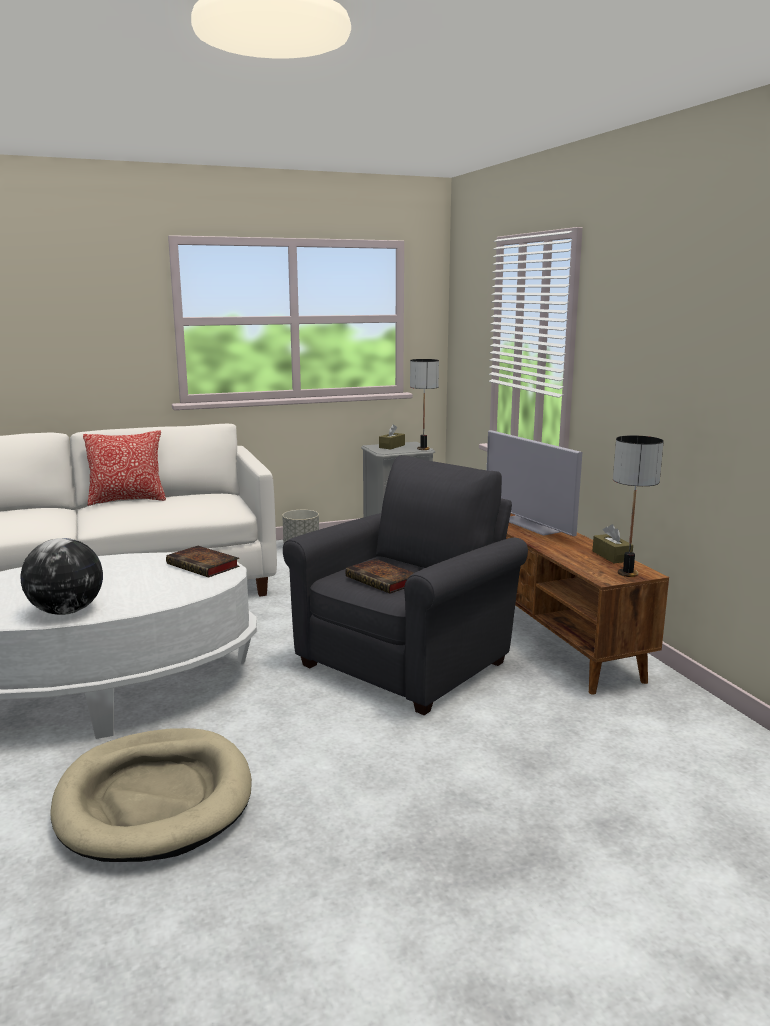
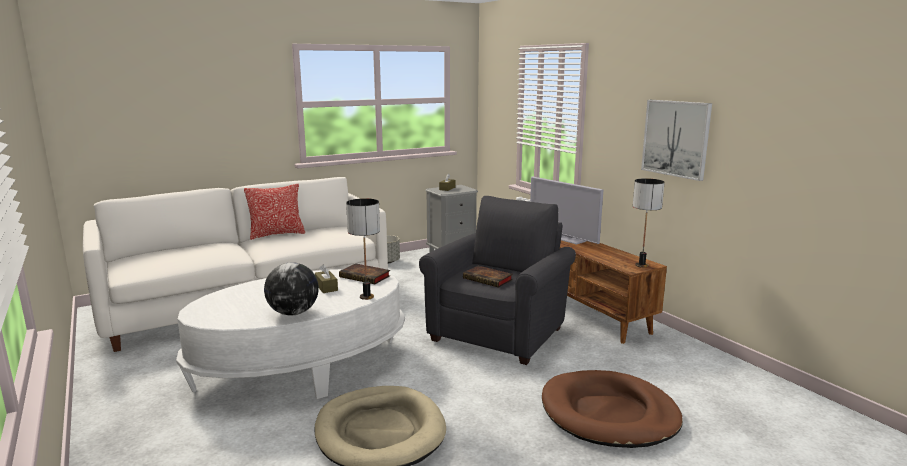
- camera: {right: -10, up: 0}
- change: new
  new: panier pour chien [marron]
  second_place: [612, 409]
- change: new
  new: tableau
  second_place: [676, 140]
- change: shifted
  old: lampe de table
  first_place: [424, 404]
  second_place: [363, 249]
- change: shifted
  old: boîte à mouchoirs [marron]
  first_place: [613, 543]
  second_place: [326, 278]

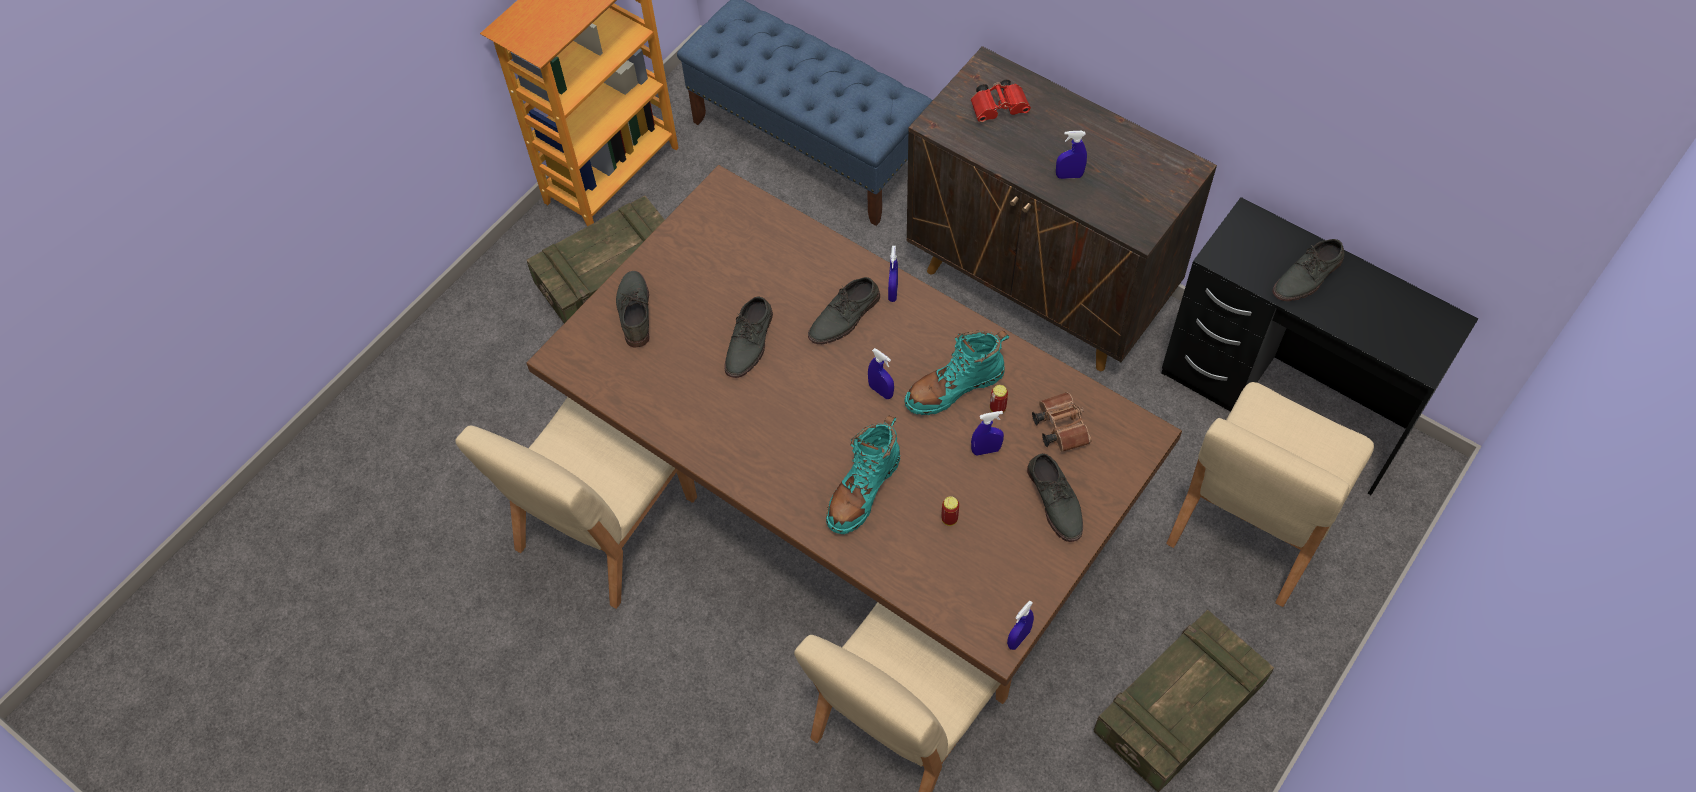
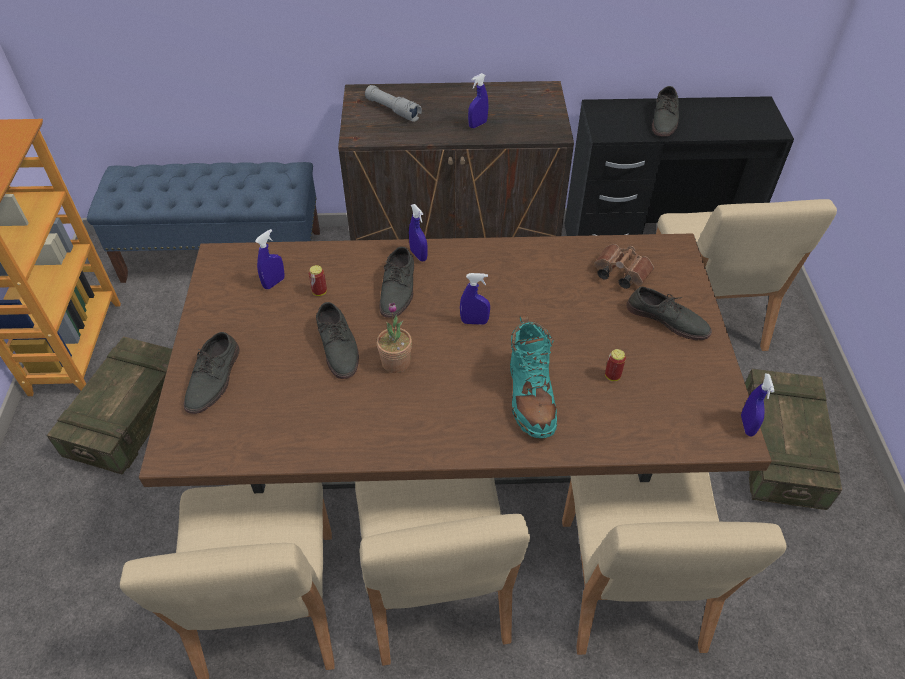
- camera: {right: -40, up: -10}
- change: gone
  old: botte [turquoise]
  first_place: [957, 373]
- change: new
  new: chaise [beige]
  second_place: [442, 572]
- change: new
  new: plante en pot
  second_place: [394, 337]
- change: shifted
  old: vaporisateur [bleu]
  first_place: [987, 433]
  second_place: [270, 259]
- change: shifted
  old: boîte métallique
  first_place: [999, 399]
  second_place: [318, 280]
- change: swapped
  old: jumelles [rouge]
  new: lampe de poche [gris]
  first_place: [1001, 100]
  second_place: [393, 103]
- change: rotated
  old: chaussure [gris]
  first_place: [633, 309]
  second_place: [212, 373]
  degrees: -120

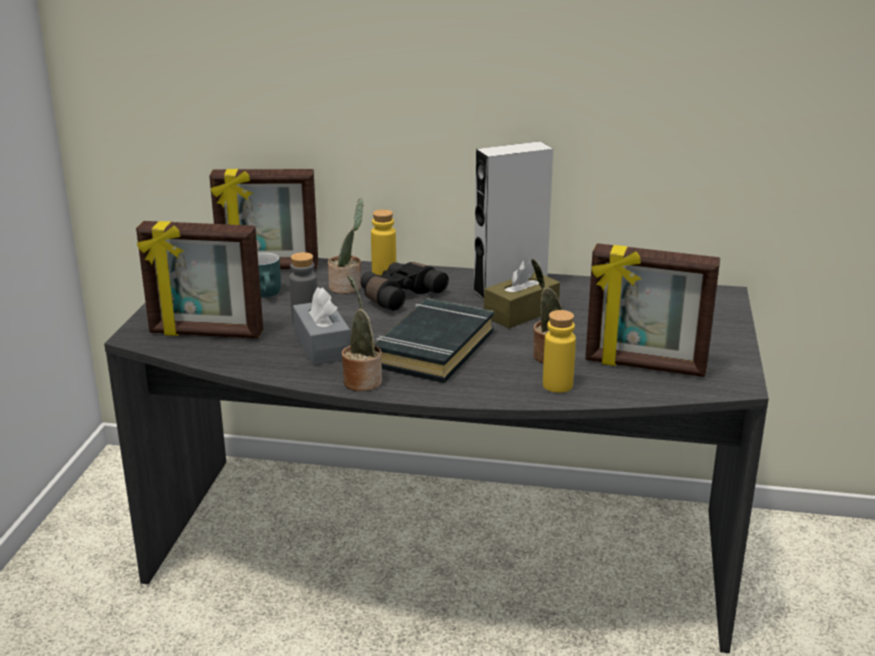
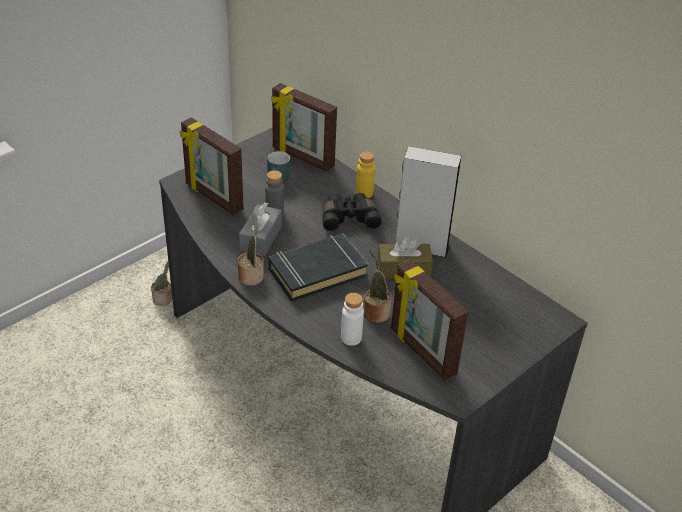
- camera: {right: 35, up: 15}
- change: shifted
  old: plante en pot
  first_place: [345, 246]
  second_place: [161, 284]
- change: repainted
  old: bouteille [jaune]
  new: bouteille [blanc]
  first_place: [559, 351]
  second_place: [352, 319]

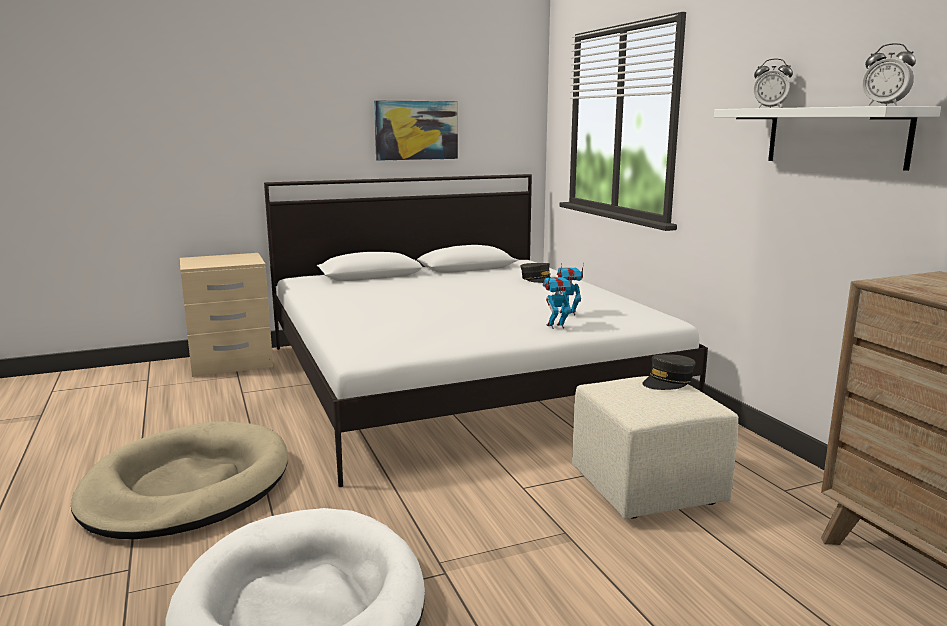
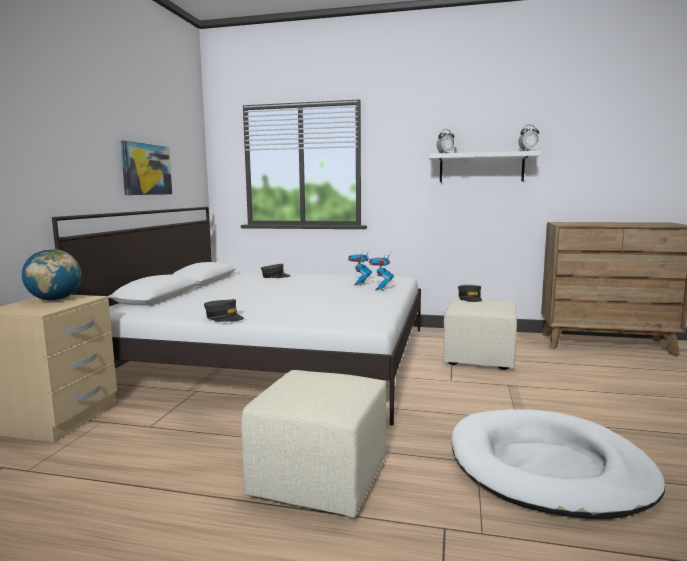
- camera: {right: -55, up: -5}
- change: new
  new: globe
  second_place: [52, 275]
- change: new
  new: casquette [gris]
  second_place: [224, 310]
- change: swapped
  old: panier pour chien [beige]
  new: pouf [beige]
  first_place: [179, 480]
  second_place: [314, 443]

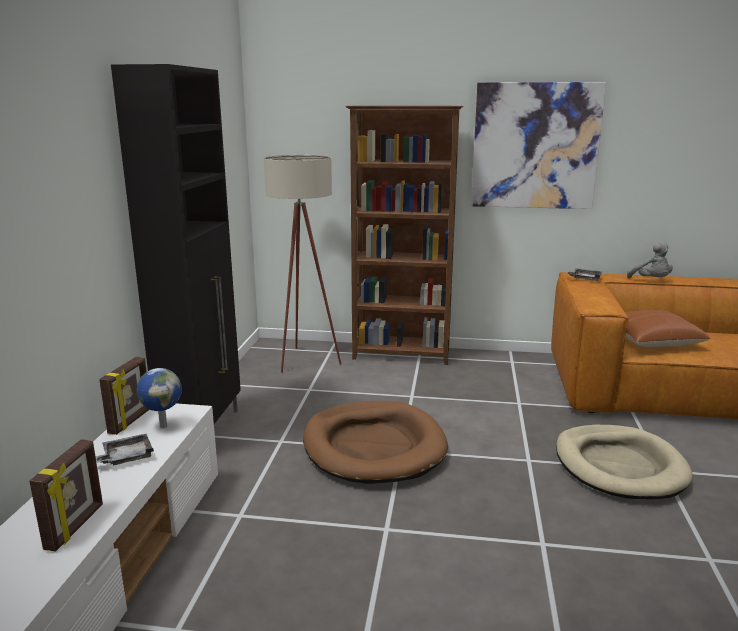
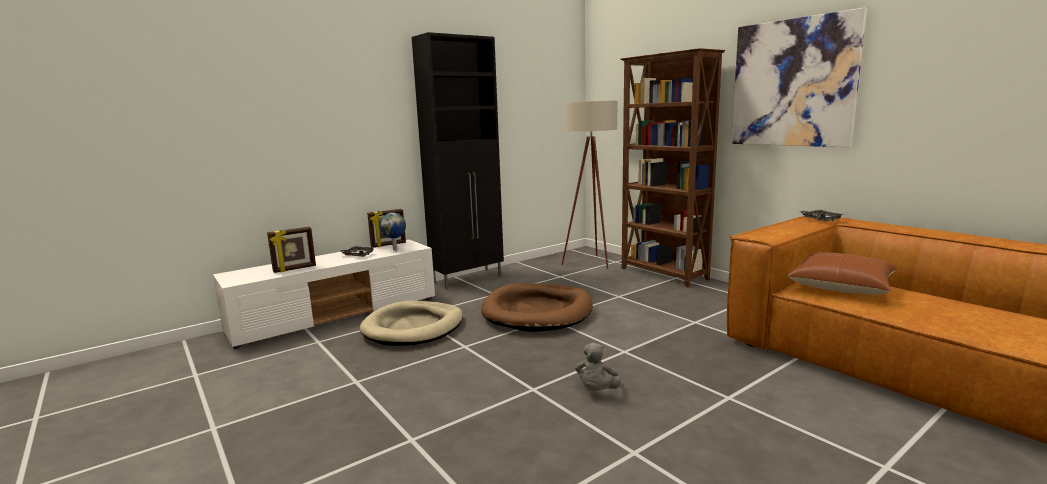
- camera: {right: 45, up: -5}
- change: shifted
  old: panier pour chien [beige]
  first_place: [624, 462]
  second_place: [411, 323]
- change: shifted
  old: peluche [gris]
  first_place: [650, 260]
  second_place: [598, 366]

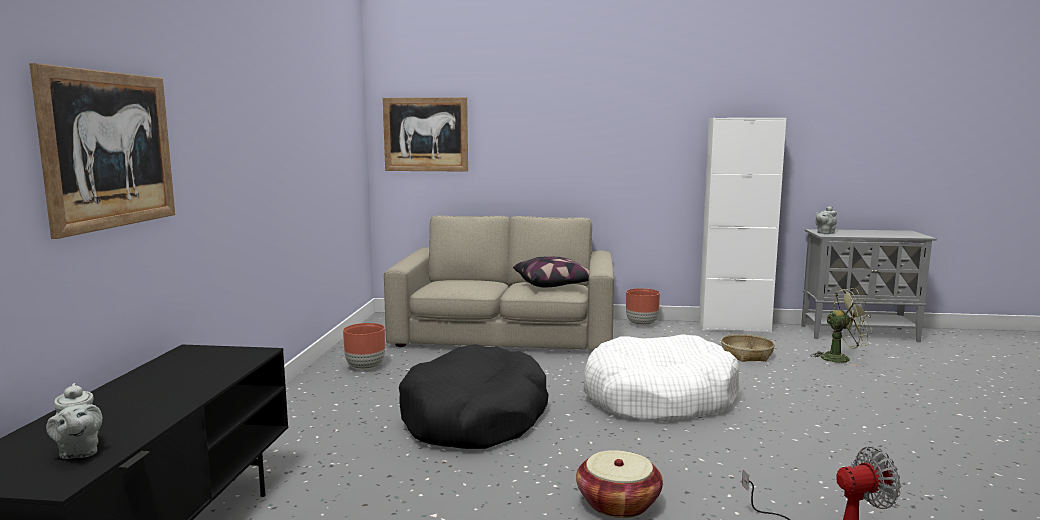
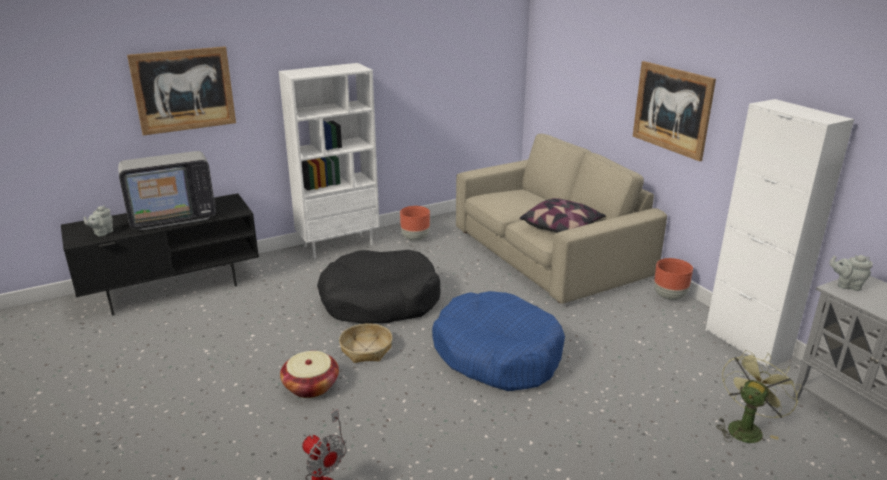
- camera: {right: 55, up: 15}
- change: new
  new: téléviseur
  second_place: [167, 190]
- change: new
  new: bibliothèque [blanc]
  second_place: [329, 160]
- change: shifted
  old: tableau
  first_place: [425, 134]
  second_place: [674, 111]
- change: shifted
  old: panier
  first_place: [748, 348]
  second_place: [365, 343]
- change: repainted
  old: panier pour chien [blanc]
  new: panier pour chien [bleu]
  first_place: [661, 378]
  second_place: [498, 341]
- change: rotated
  old: ventilateur [vert]
  first_place: [841, 327]
  second_place: [758, 396]
  degrees: -105

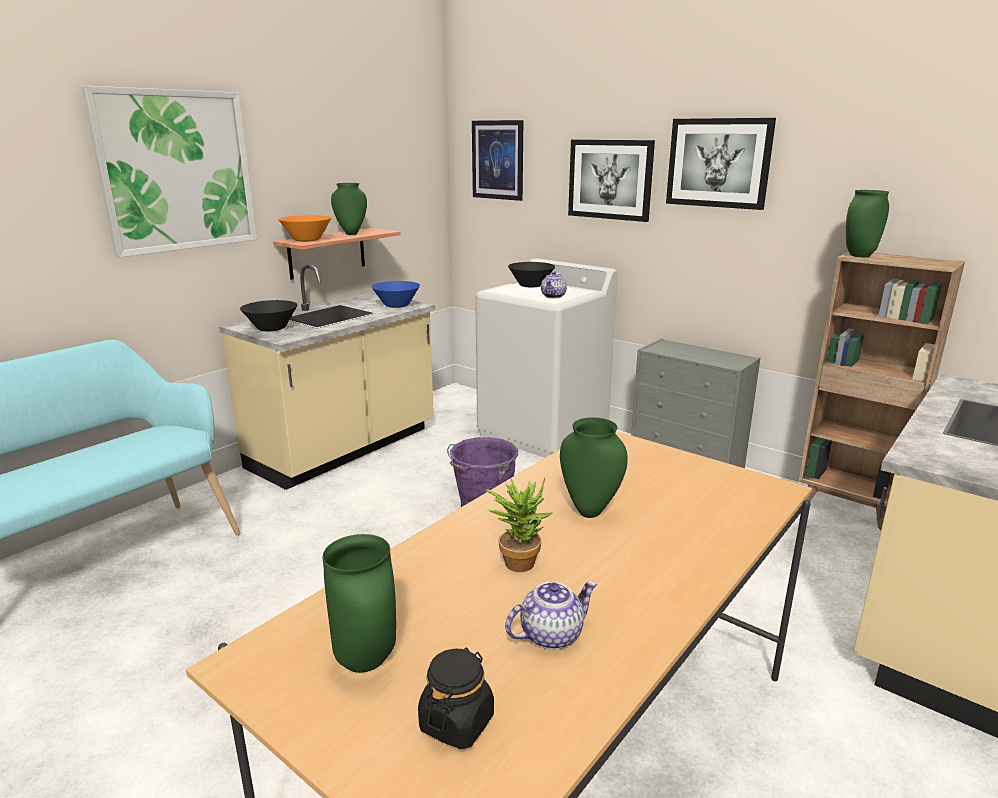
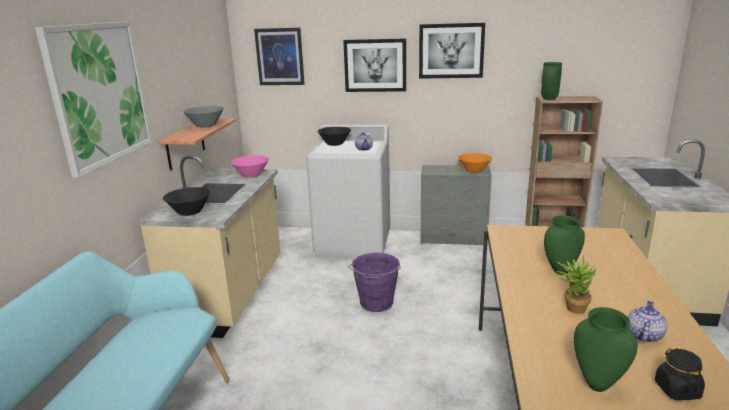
- camera: {right: -30, up: 0}
- change: shifted
  old: bol [orange]
  first_place: [305, 228]
  second_place: [475, 163]
- change: swapped
  old: vase [vert]
  new: bol [gris]
  first_place: [349, 209]
  second_place: [203, 116]
- change: repainted
  old: bol [bleu]
  new: bol [rose]
  first_place: [395, 294]
  second_place: [250, 166]

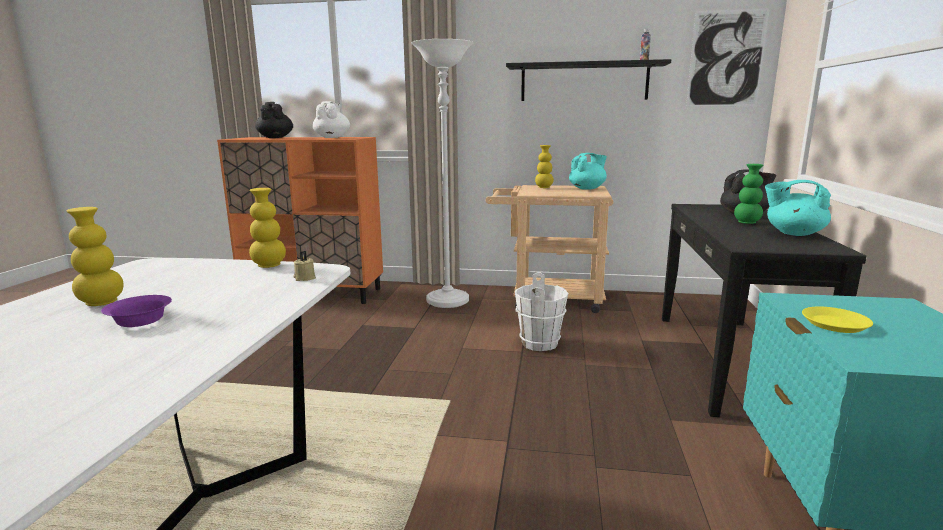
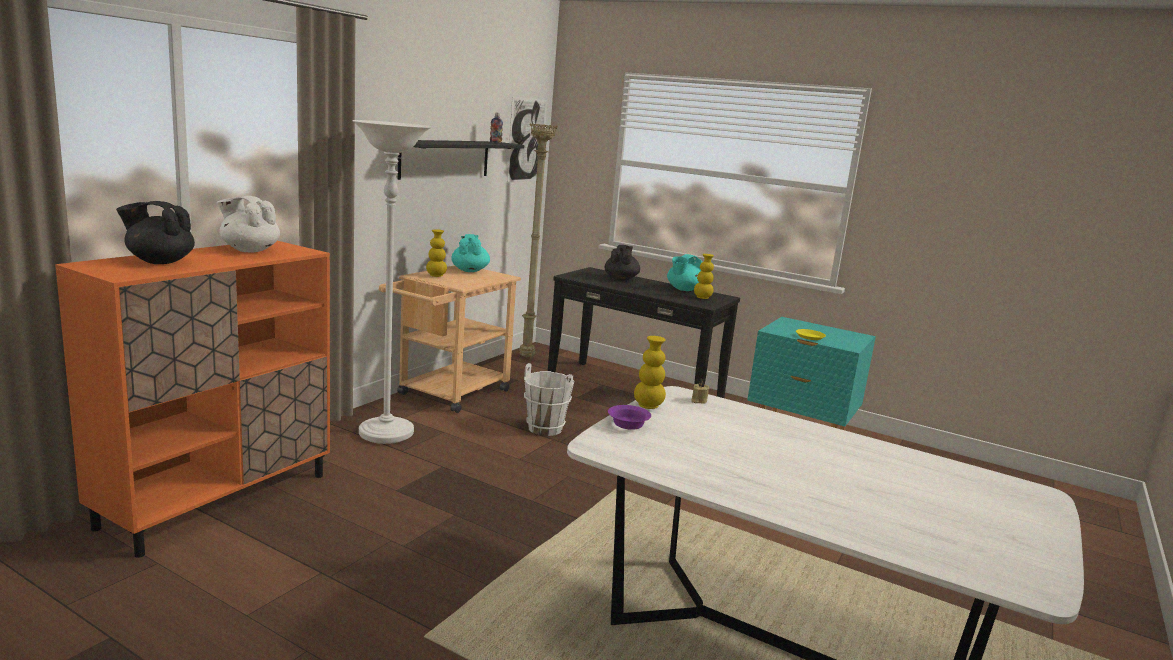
- camera: {right: -70, up: 0}
- change: gone
  old: vase [vert]
  first_place: [748, 194]
- change: new
  new: lampadaire [beige]
  second_place: [538, 240]
- change: shifted
  old: vase [jaune]
  first_place: [95, 256]
  second_place: [704, 276]
- change: shifted
  old: bol [violet]
  first_place: [136, 311]
  second_place: [629, 417]

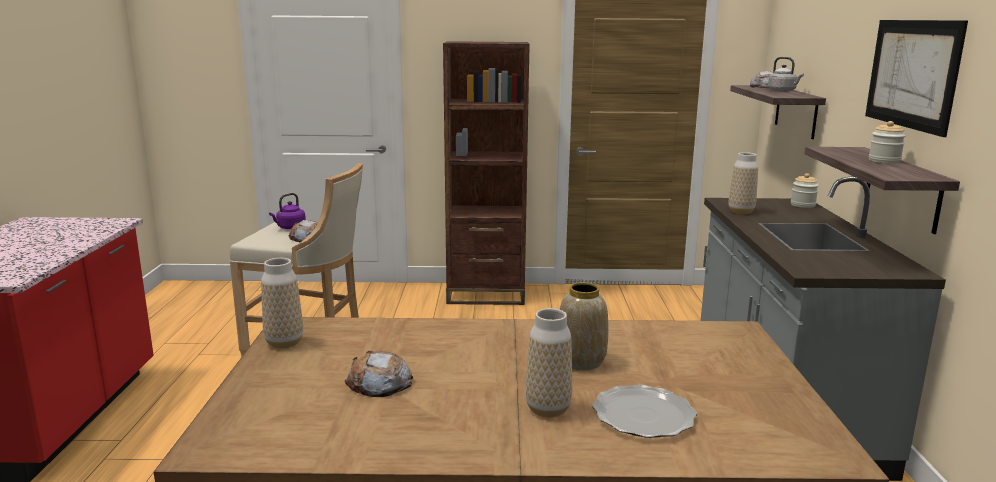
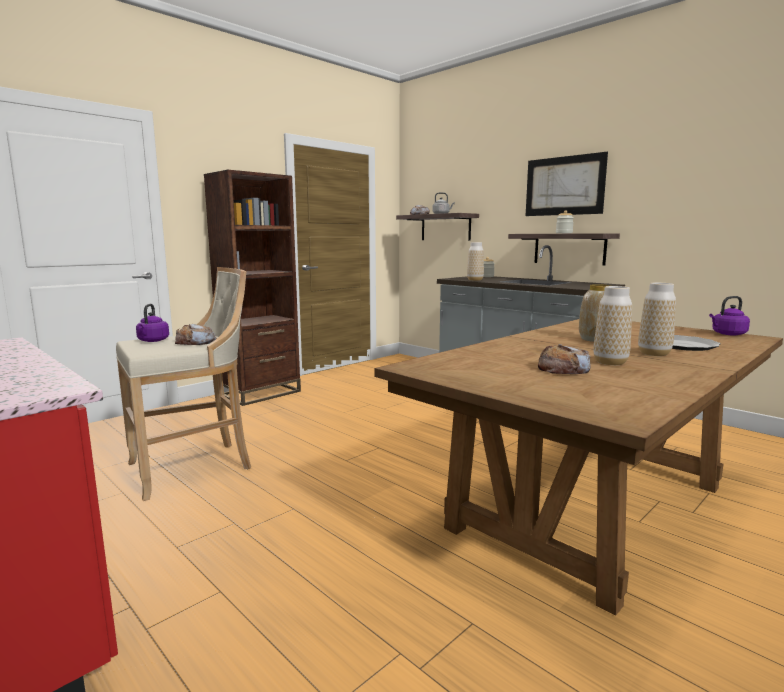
- camera: {right: -45, up: -5}
- change: new
  new: bouilloire [violet]
  second_place: [729, 315]
- change: shifted
  old: vase
  first_place: [282, 303]
  second_place: [612, 325]

